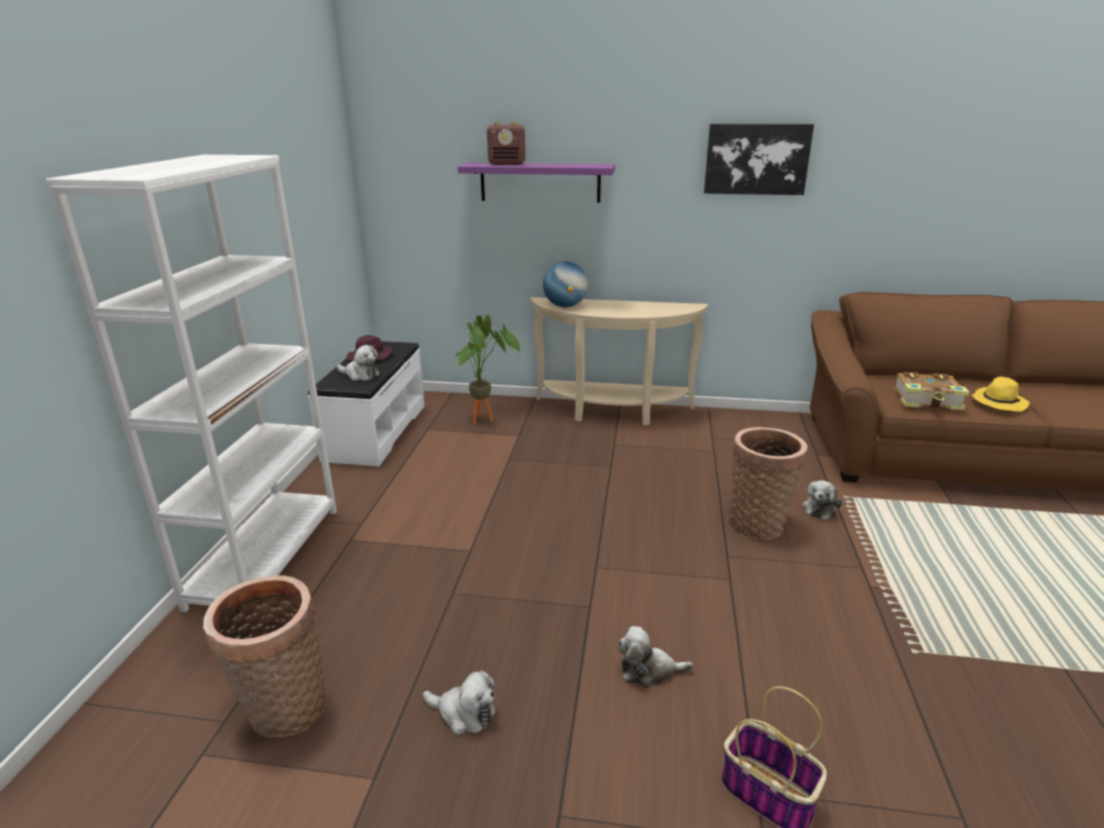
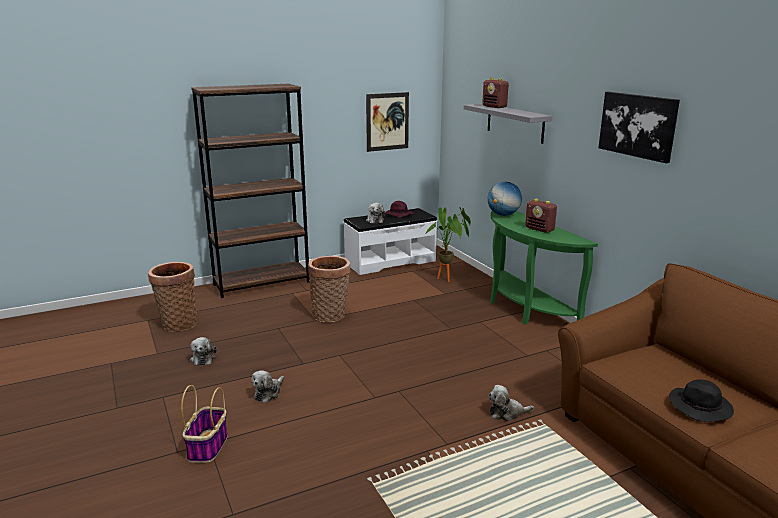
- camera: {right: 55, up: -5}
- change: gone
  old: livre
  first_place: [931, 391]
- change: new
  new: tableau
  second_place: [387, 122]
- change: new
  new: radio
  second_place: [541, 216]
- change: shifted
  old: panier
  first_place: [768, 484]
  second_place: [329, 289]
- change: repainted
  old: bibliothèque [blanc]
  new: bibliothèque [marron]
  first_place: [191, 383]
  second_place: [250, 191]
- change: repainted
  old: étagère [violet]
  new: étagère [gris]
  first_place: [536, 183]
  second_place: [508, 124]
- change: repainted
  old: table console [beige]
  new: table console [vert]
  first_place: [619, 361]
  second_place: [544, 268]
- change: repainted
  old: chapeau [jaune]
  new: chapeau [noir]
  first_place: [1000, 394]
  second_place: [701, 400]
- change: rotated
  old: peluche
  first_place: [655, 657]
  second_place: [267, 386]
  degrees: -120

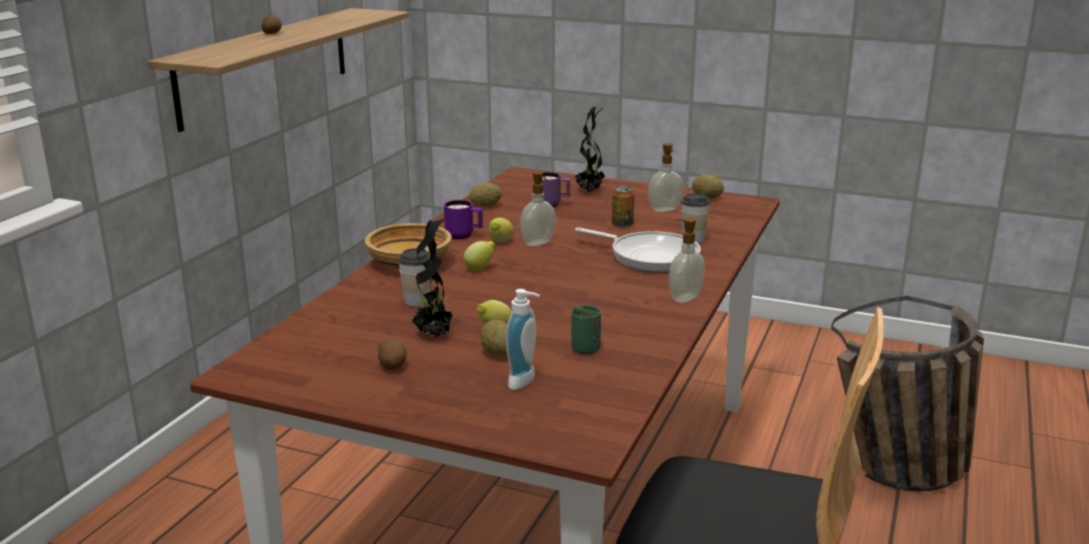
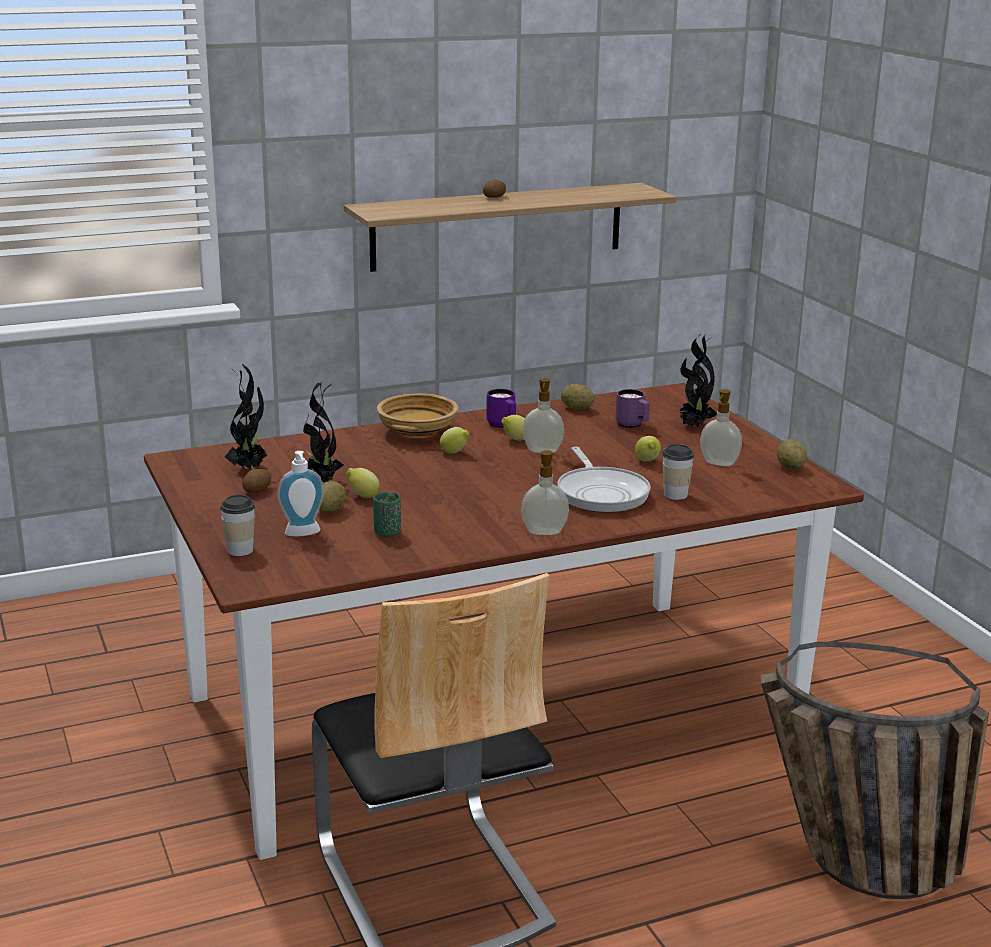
- camera: {right: 45, up: 0}
- change: new
  new: plante en pot
  second_place: [246, 416]
- change: shifted
  old: tasse
  first_place: [414, 277]
  second_place: [237, 525]
- change: swapped
  old: boîte métallique
  new: citron
  first_place: [623, 207]
  second_place: [648, 449]

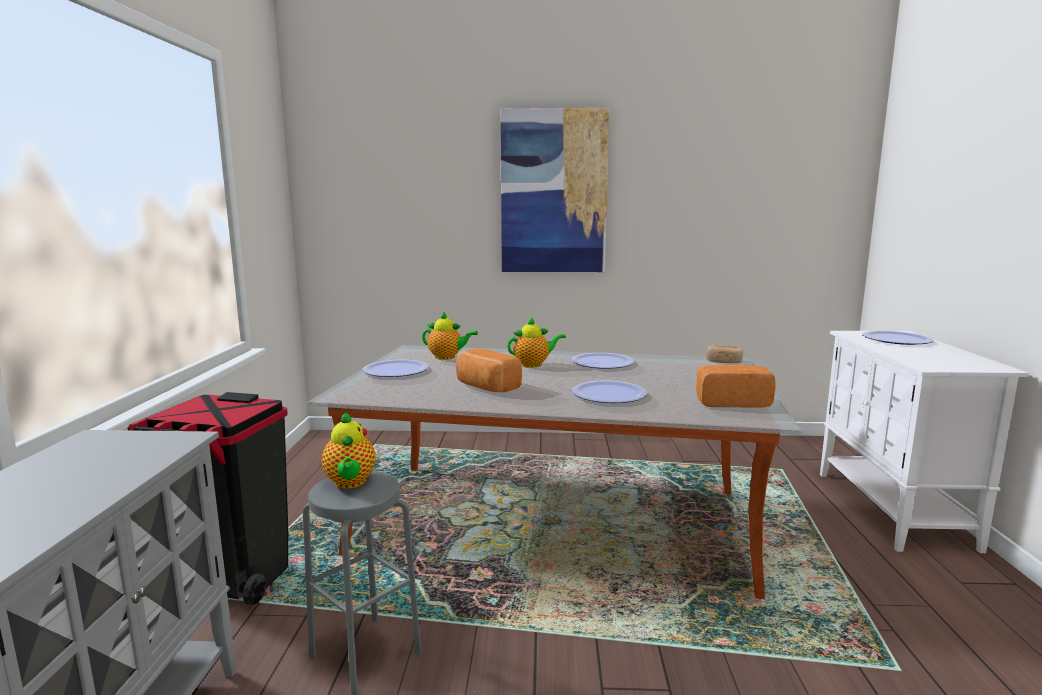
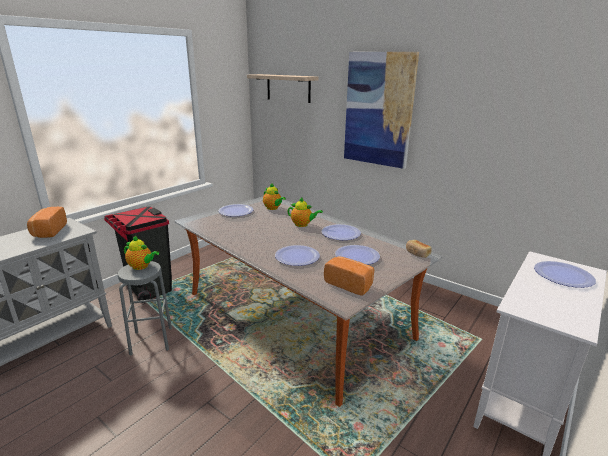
- camera: {right: 35, up: 10}
- change: new
  new: étagère
  second_place: [283, 88]
- change: new
  new: assiette
  second_place: [357, 255]
- change: shifted
  old: pain
  first_place: [489, 370]
  second_place: [47, 222]
- change: rotated
  old: théière
  first_place: [349, 450]
  second_place: [141, 253]
  degrees: -90

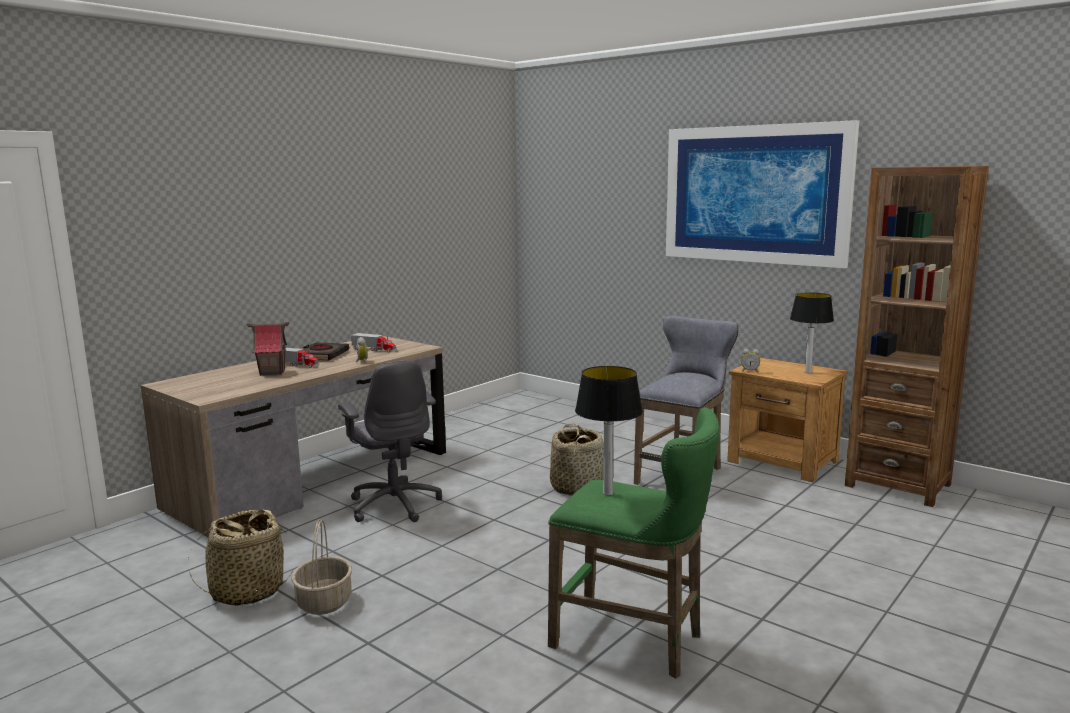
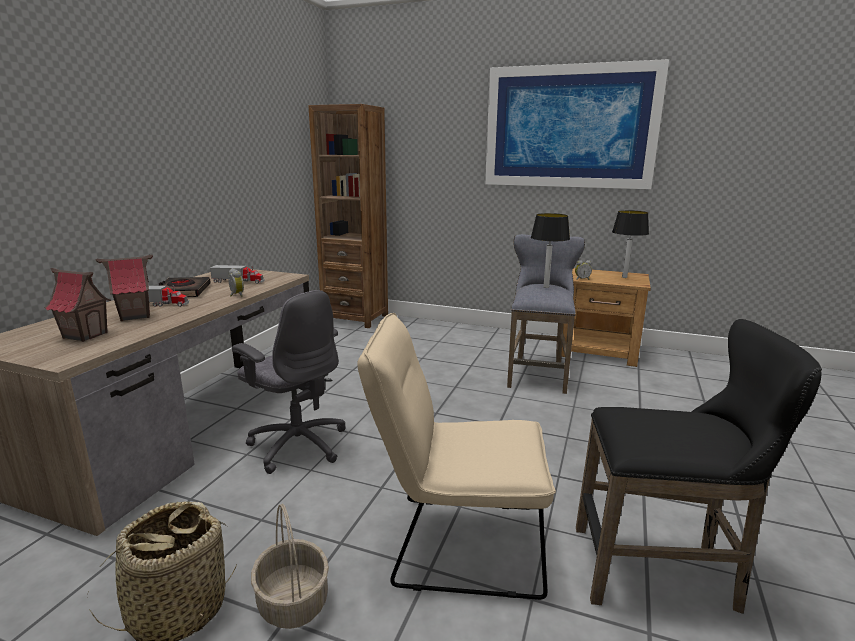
- camera: {right: -20, up: 5}
- change: gone
  old: panier
  first_place: [576, 460]
- change: new
  new: maison miniature
  second_place: [77, 305]
- change: new
  new: chaise [beige]
  second_place: [457, 456]
- change: shifted
  old: lampe de table
  first_place: [609, 431]
  second_place: [550, 250]
- change: shifted
  old: bibliothèque [marron]
  first_place: [917, 336]
  second_place: [348, 216]
- change: repainted
  old: tabouret [vert]
  new: tabouret [noir]
  first_place: [634, 543]
  second_place: [699, 466]

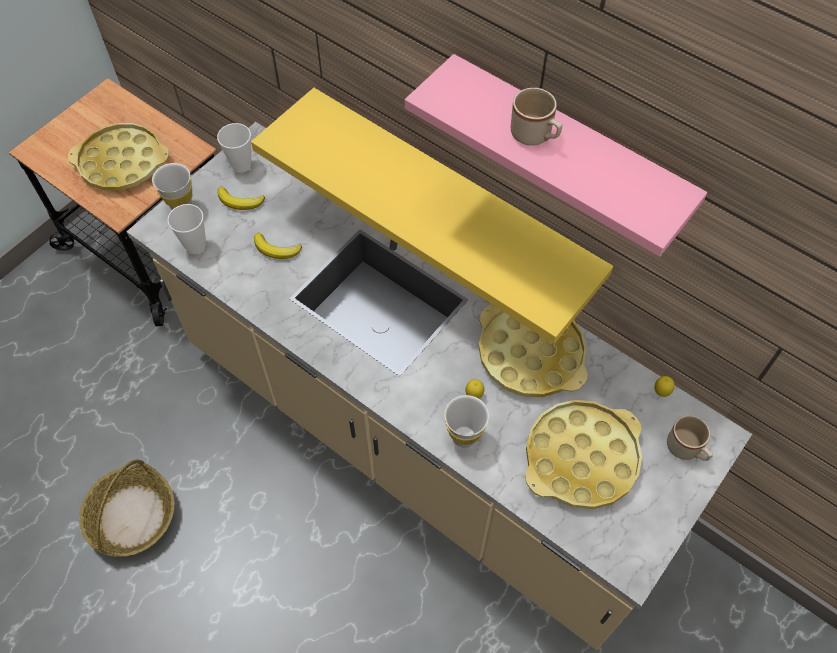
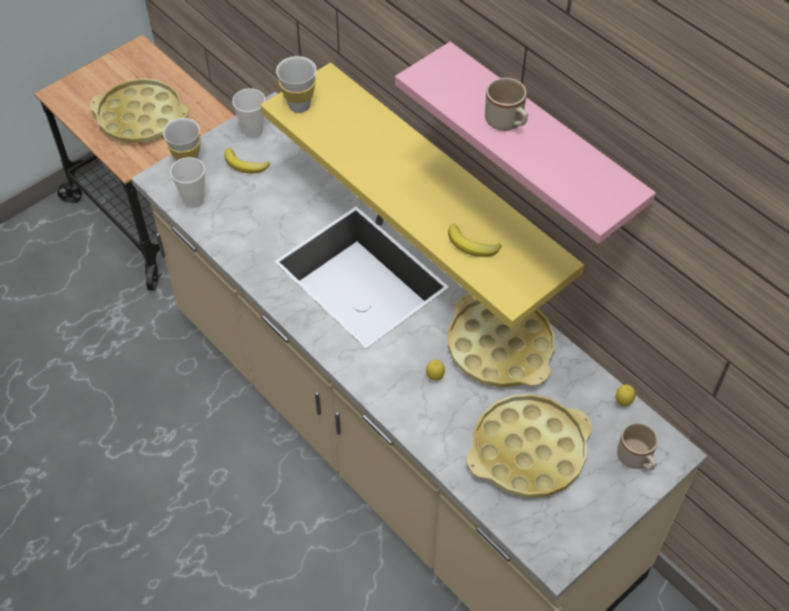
- camera: {right: 10, up: -5}
- change: gone
  old: panier
  first_place: [127, 508]
- change: shifted
  old: banane
  first_place: [278, 245]
  second_place: [474, 240]
- change: shifted
  old: tasse [blanc]
  first_place: [466, 421]
  second_place: [296, 84]

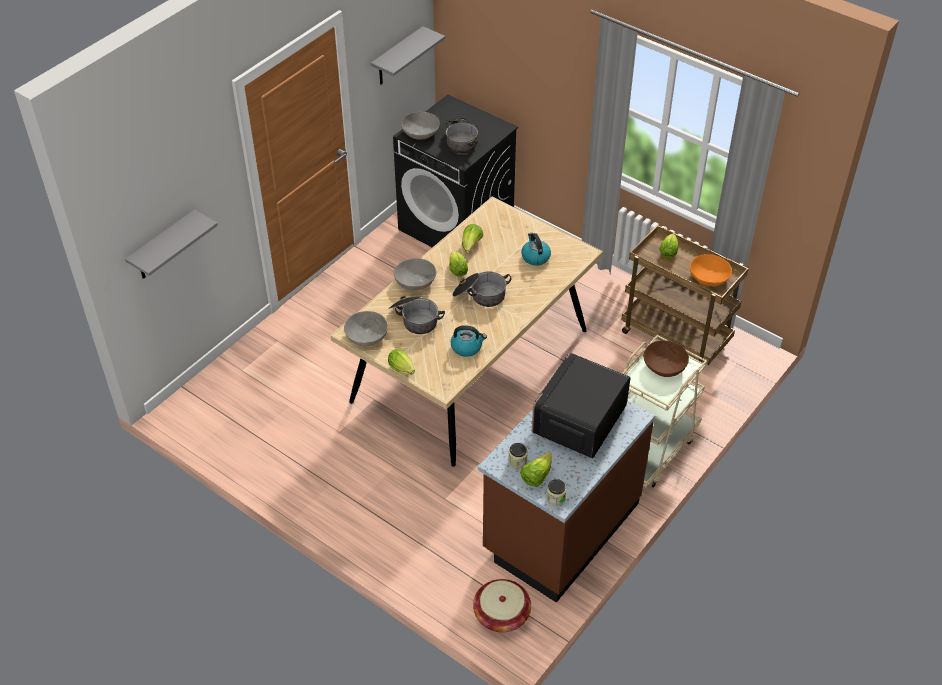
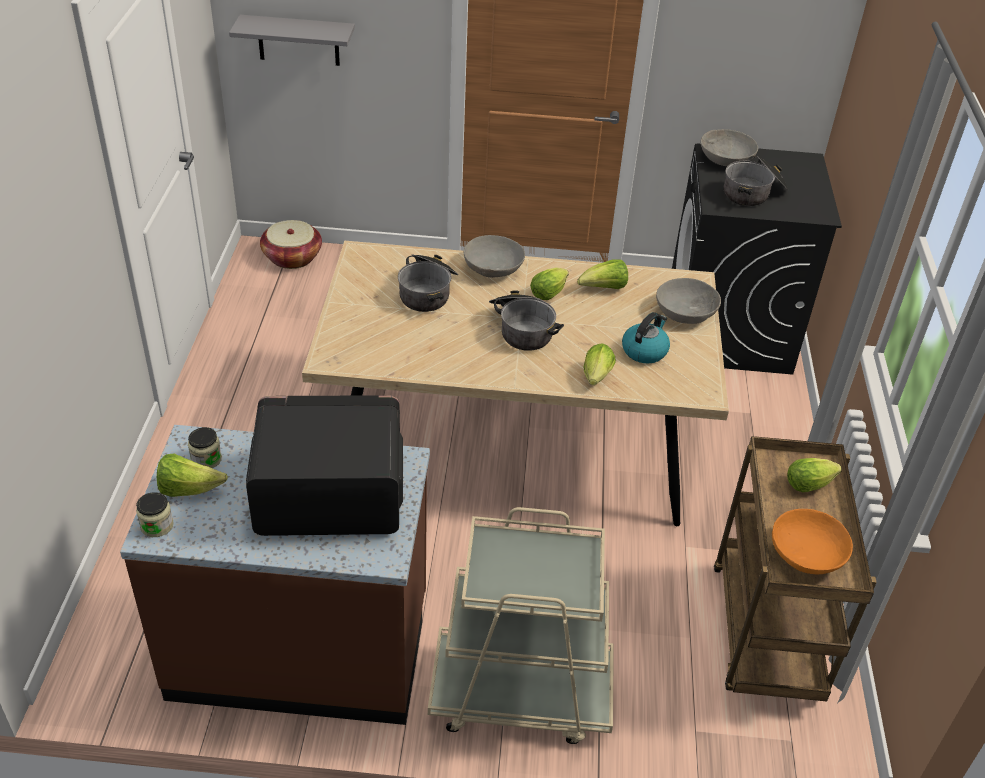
- camera: {right: 55, up: -5}
- change: gone
  old: étagère [gris]
  first_place: [408, 55]
- change: gone
  old: bouilloire
  first_place: [469, 341]
- change: gone
  old: bol [marron]
  first_place: [666, 358]
- change: shifted
  old: bol [gris]
  first_place: [366, 329]
  second_place: [688, 301]
- change: shifted
  old: laitue
  first_place: [401, 362]
  second_place: [600, 364]
- change: shifted
  old: panier
  first_place: [502, 605]
  second_place: [291, 244]

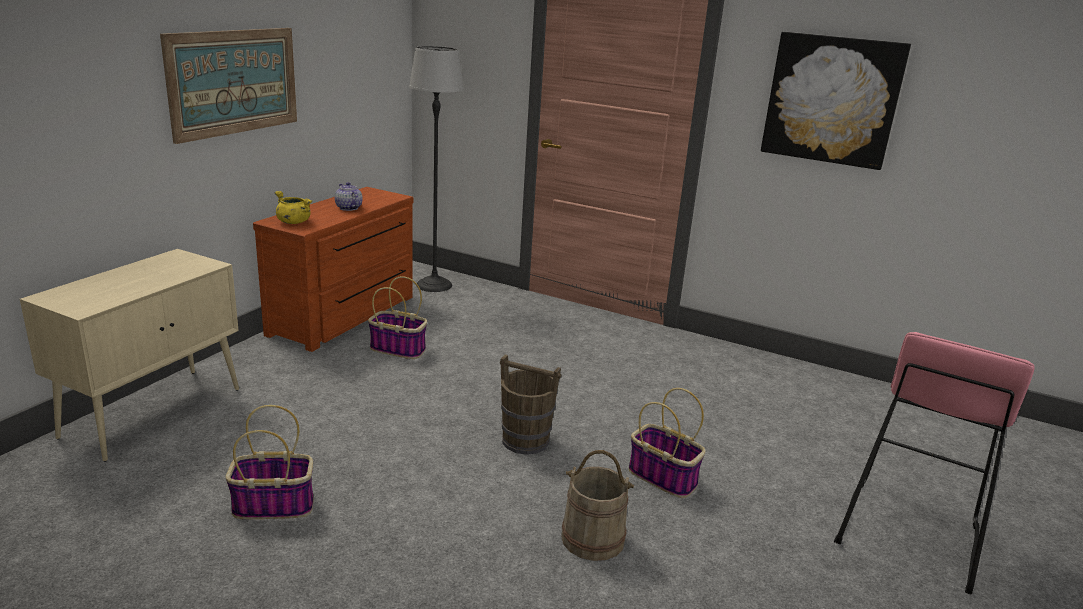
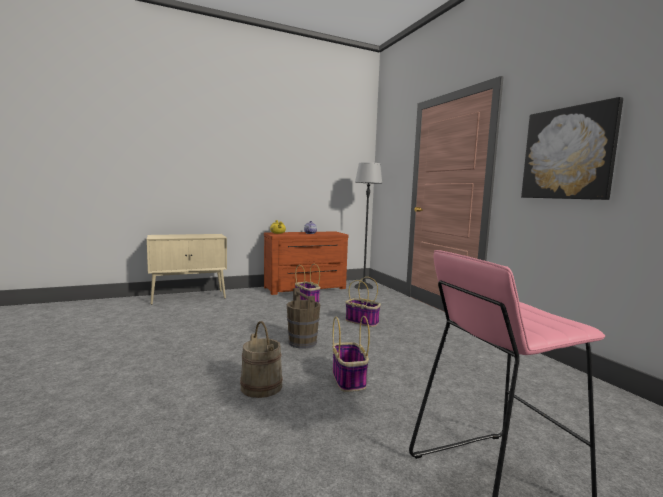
- camera: {right: 40, up: -15}
- change: gone
  old: tableau
  first_place: [228, 86]
- change: shifted
  old: panier
  first_place: [269, 462]
  second_place: [363, 302]

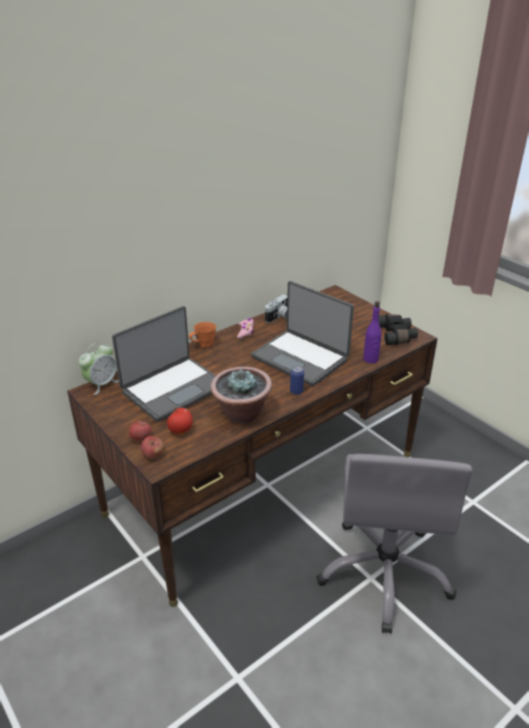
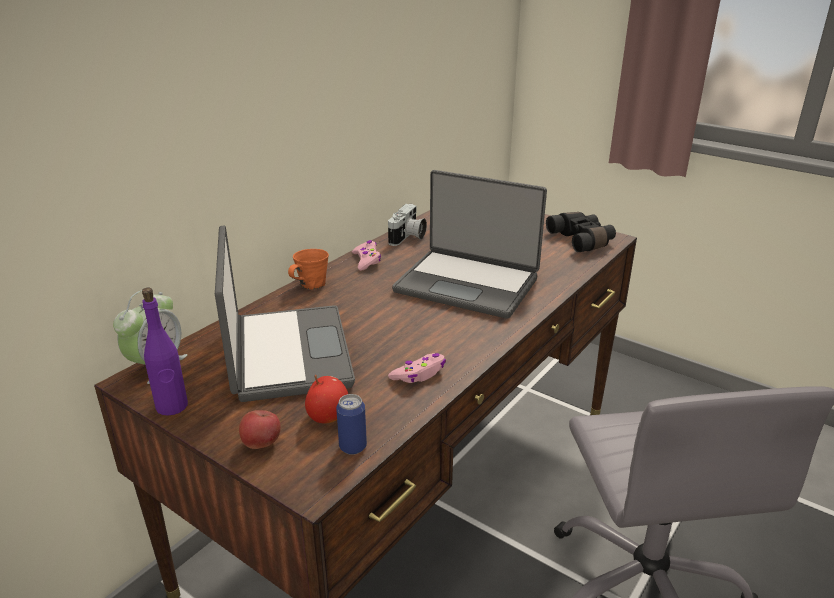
- camera: {right: -15, up: -5}
- change: gone
  old: pomme
  first_place: [152, 447]
- change: shifted
  old: boîte métallique
  first_place: [297, 380]
  second_place: [351, 424]
- change: shifted
  old: bouteille [violet]
  first_place: [372, 332]
  second_place: [165, 351]
- change: swapped
  old: plante en pot
  new: manette [rose]
  first_place: [241, 395]
  second_place: [417, 368]
- change: rotated
  old: ordinateur portable
  first_place: [164, 364]
  second_place: [285, 314]
  degrees: -45

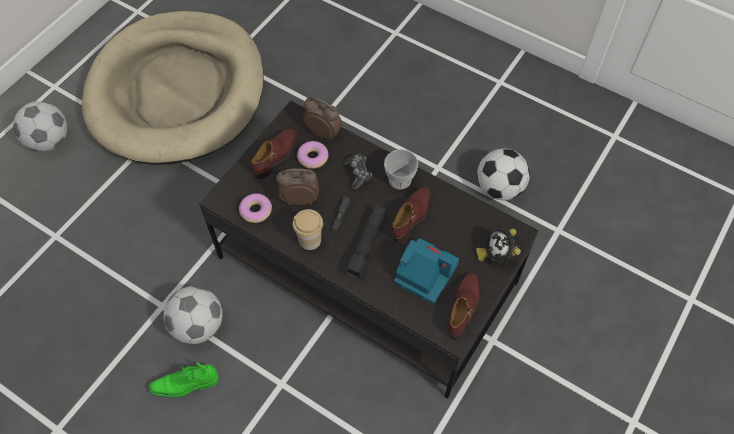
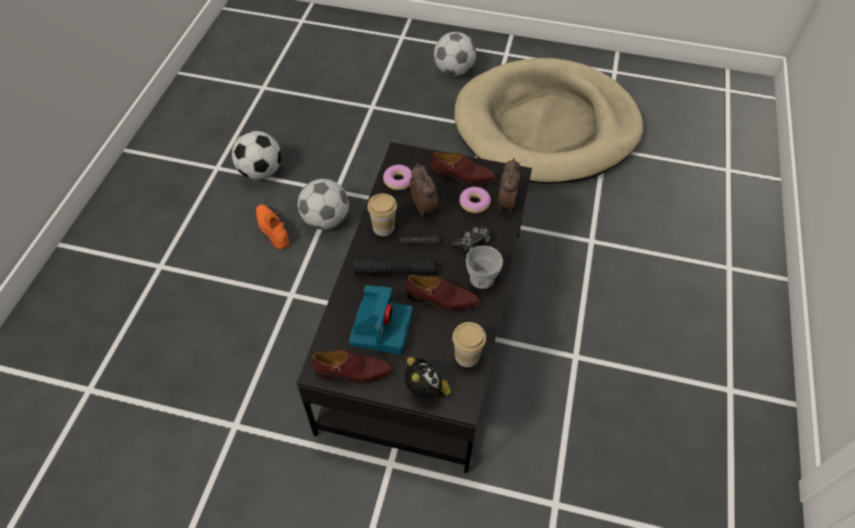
- camera: {right: 70, up: -5}
- change: new
  new: tasse
  second_place: [469, 344]
- change: shifted
  old: ballon de foot
  first_place: [503, 174]
  second_place: [256, 155]
- change: repainted
  old: chaussure [vert]
  new: chaussure [orange]
  first_place: [184, 379]
  second_place: [272, 226]
- change: rotated
  old: réveil
  first_place: [498, 246]
  second_place: [428, 377]
  degrees: 105

